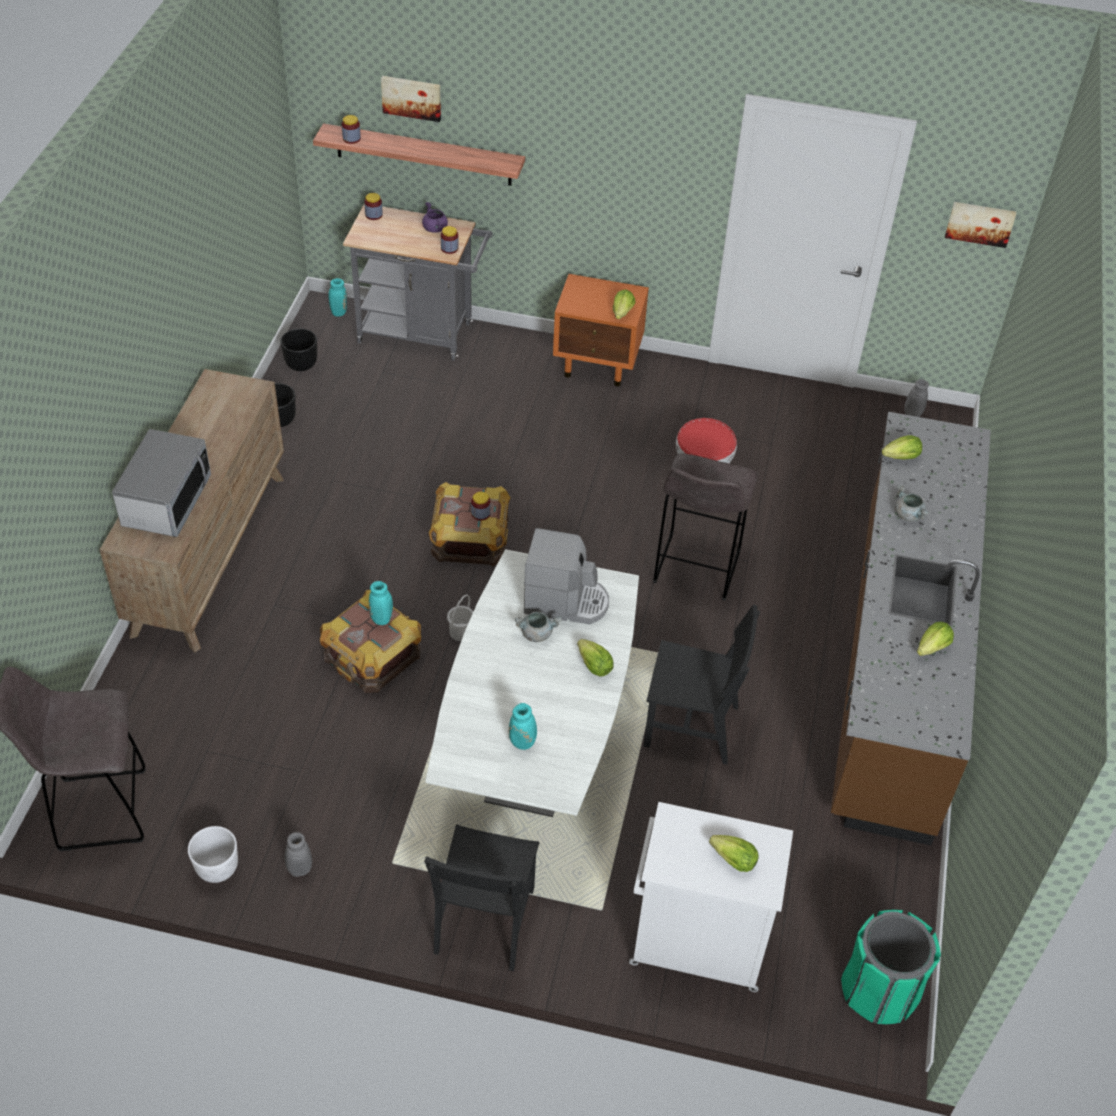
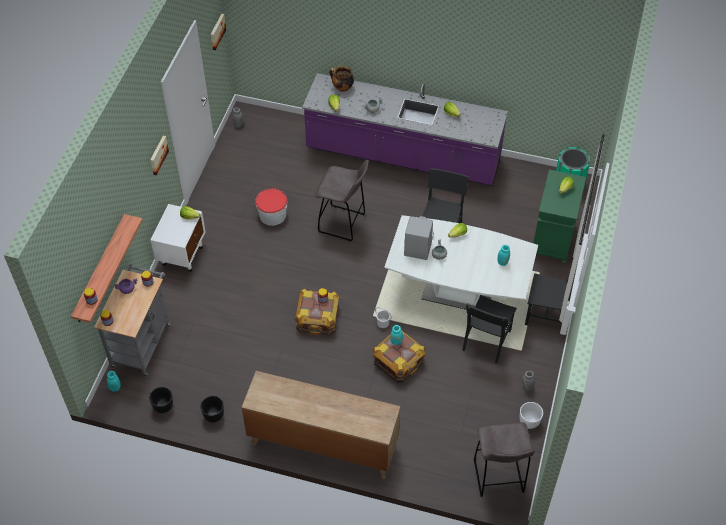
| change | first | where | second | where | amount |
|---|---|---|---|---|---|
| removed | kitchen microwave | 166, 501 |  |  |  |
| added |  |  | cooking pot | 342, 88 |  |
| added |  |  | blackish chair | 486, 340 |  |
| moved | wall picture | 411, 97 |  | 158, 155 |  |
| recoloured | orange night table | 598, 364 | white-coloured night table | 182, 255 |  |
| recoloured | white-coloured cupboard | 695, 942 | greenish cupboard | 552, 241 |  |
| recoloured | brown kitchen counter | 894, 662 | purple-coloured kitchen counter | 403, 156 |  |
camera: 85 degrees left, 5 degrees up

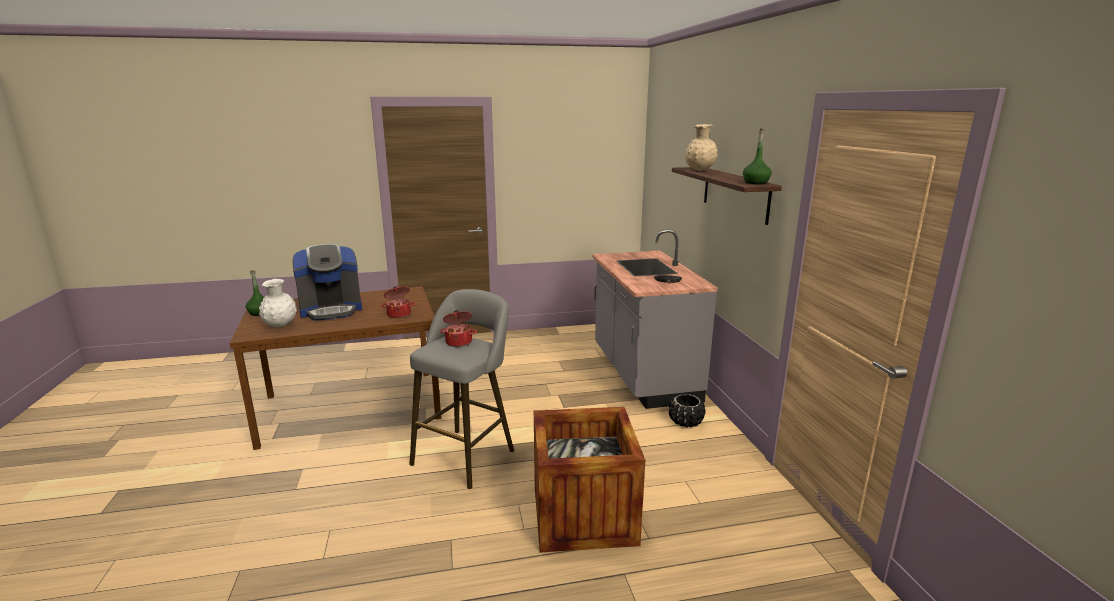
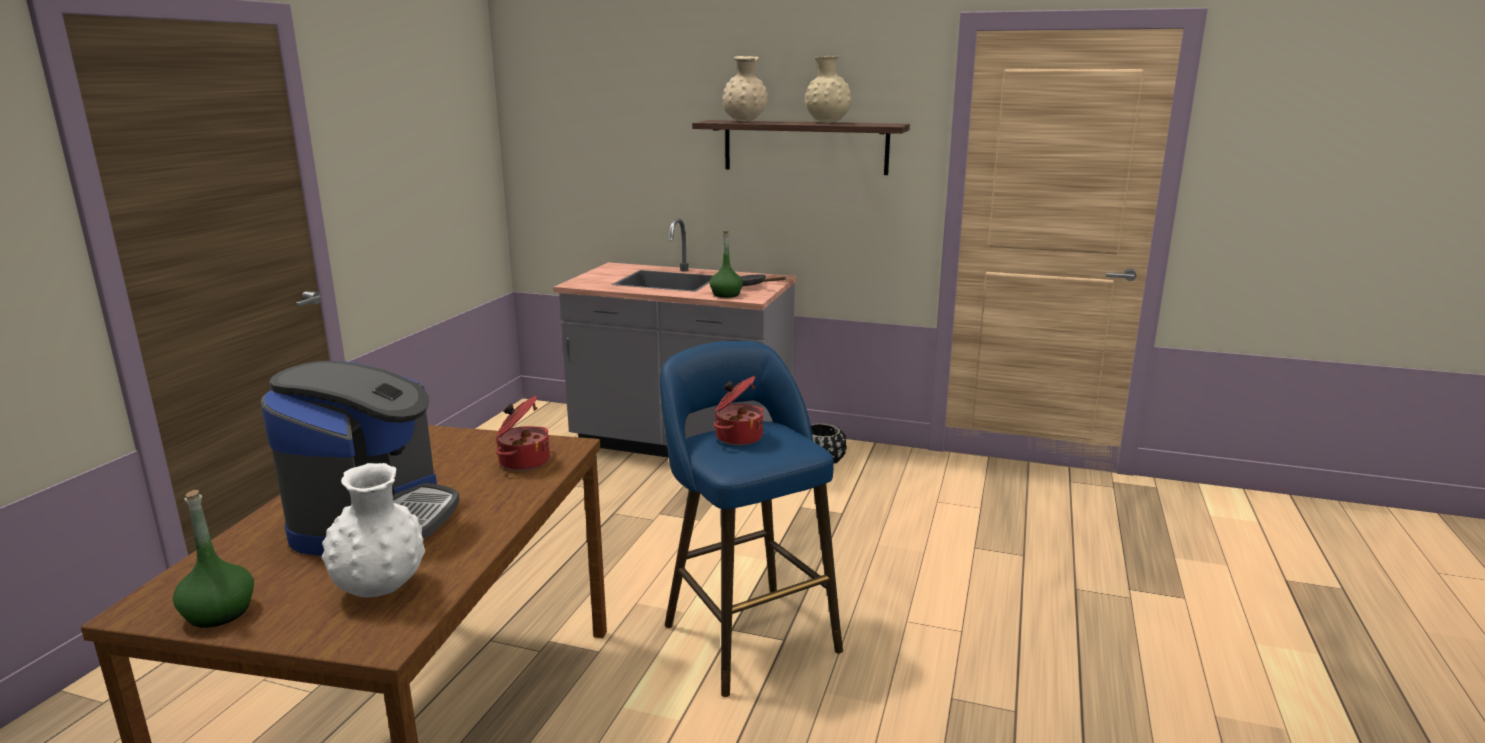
| change | first | where | second | where | amount |
|---|---|---|---|---|---|
| removed | shipping crate | 583, 514 |  |  |  |
| added |  |  | beige decorative vase | 827, 123 |  |
| moved | greenish drink bottle | 756, 183 |  | 726, 294 |  |
| recoloured | greyish sitting stool | 466, 454 | blue sitting stool | 745, 632 |  |
camera: 60 degrees left, 0 degrees up

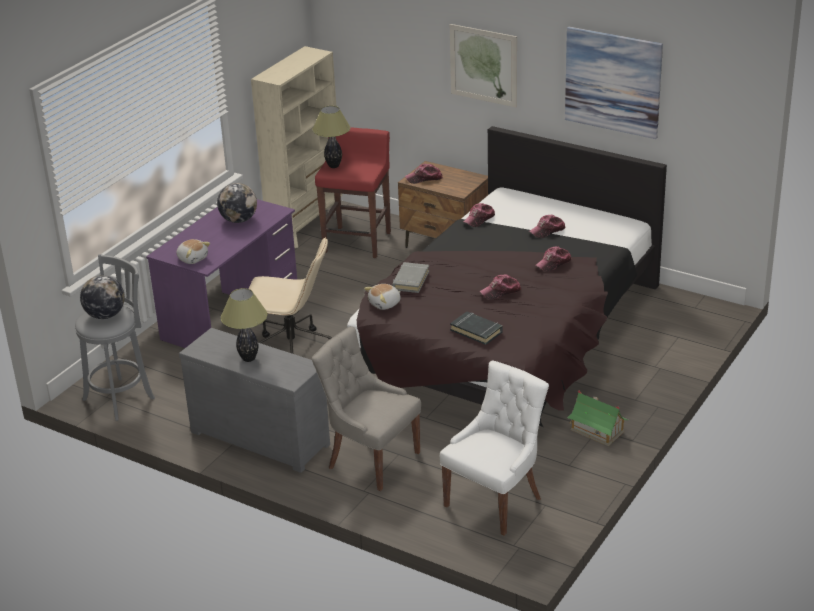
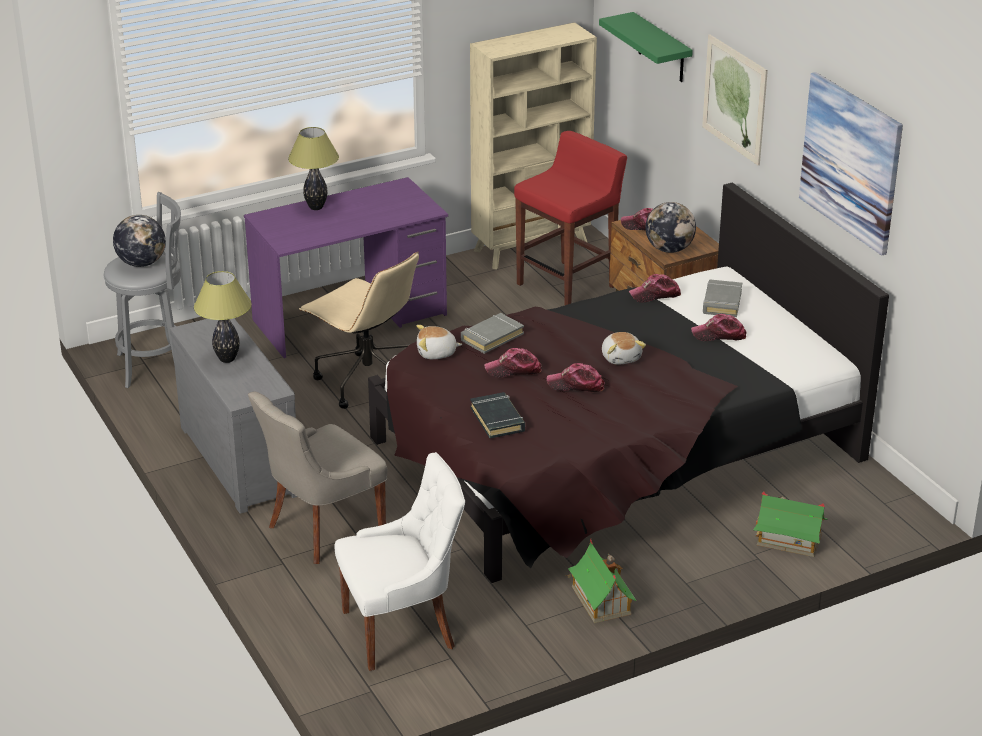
| change | first | where | second | where | amount |
|---|---|---|---|---|---|
| added |  |  | greenish wall shelf | 661, 48 |  |
| added |  |  | greyish book | 722, 302 |  |
| added |  |  | miniature house | 788, 539 |  |
| moved | cuddly toy | 192, 258 |  | 621, 357 |  |
| moved | world globe | 239, 220 |  | 669, 249 |  |
| moved | lamp for a table | 333, 166 |  | 316, 207 |  |
| moved | baseball cap | 553, 263 |  | 513, 370 |  |
| turned | greyish chair | 371, 460 |  | 323, 530 | 105 degrees counterclockwise |
camera: 30 degrees right, 0 degrees up

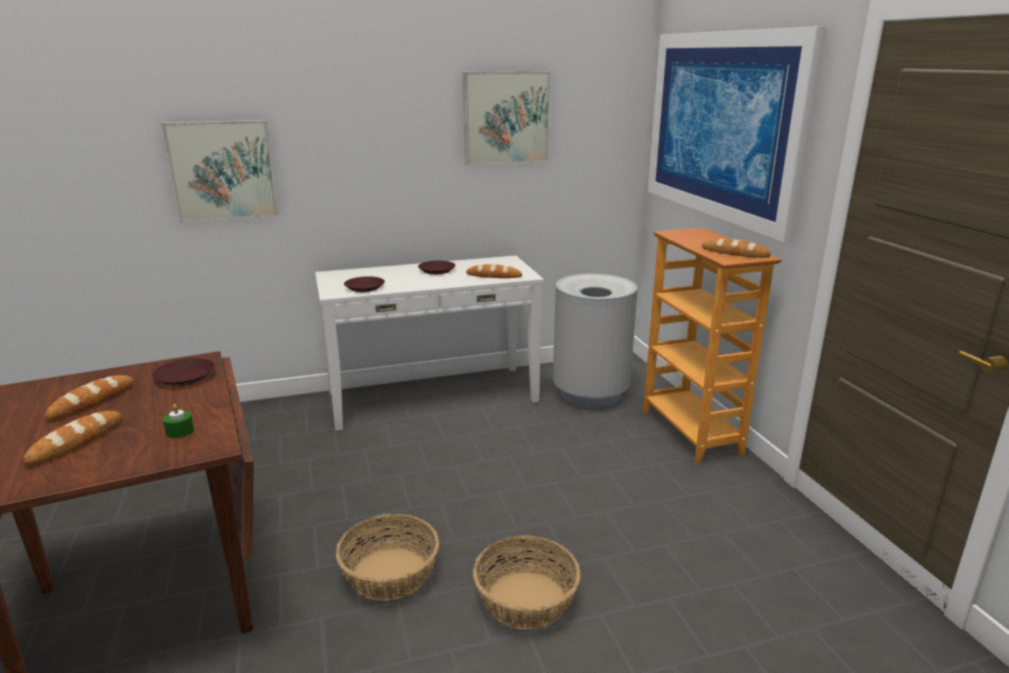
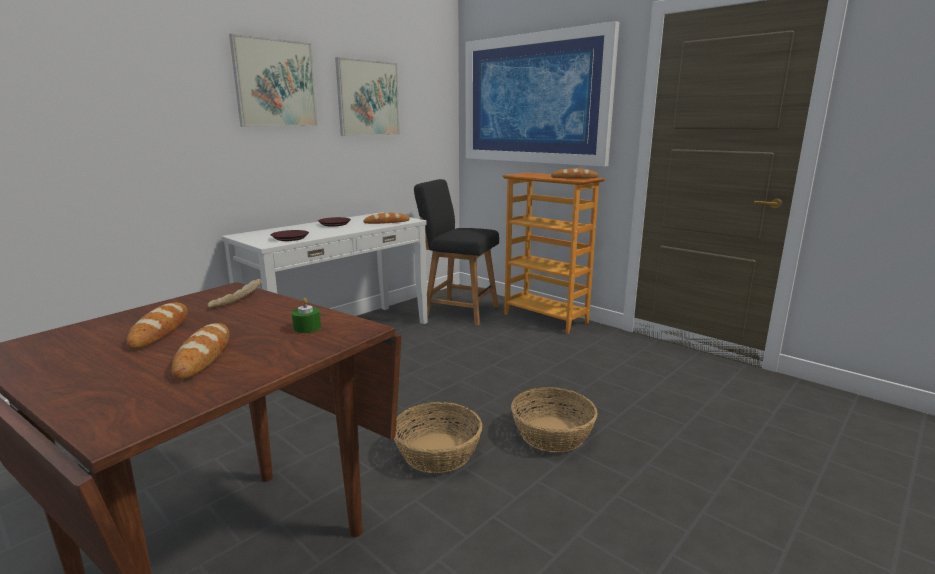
| change | first | where | second | where | amount |
|---|---|---|---|---|---|
| moved | wall picture | 222, 171 |  | 275, 83 |  |
| replaced | brown dinner plate | 185, 377 | bread | 236, 300 |  |
| replaced | greyish trash can | 590, 393 | blackish chair | 458, 311 |  |
camera: 30 degrees left, 5 degrees down

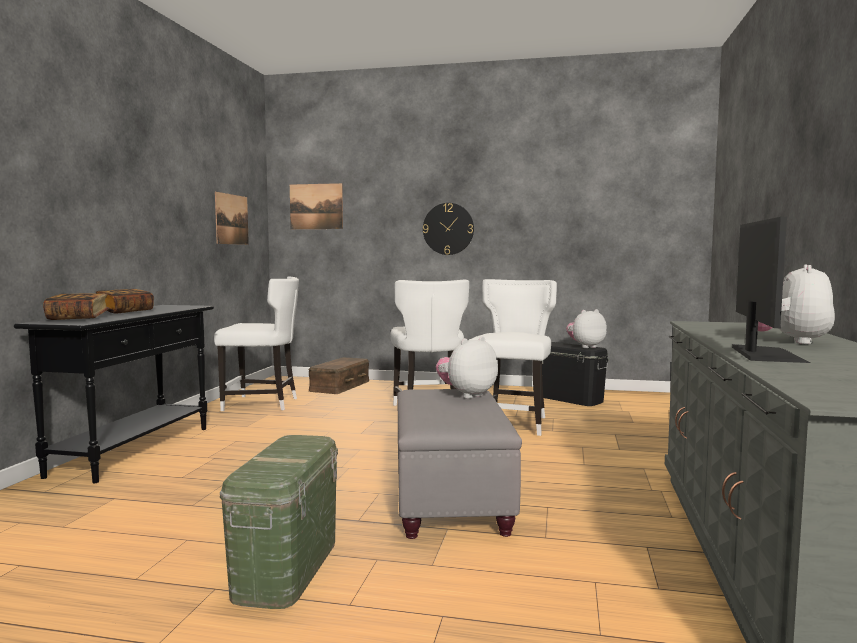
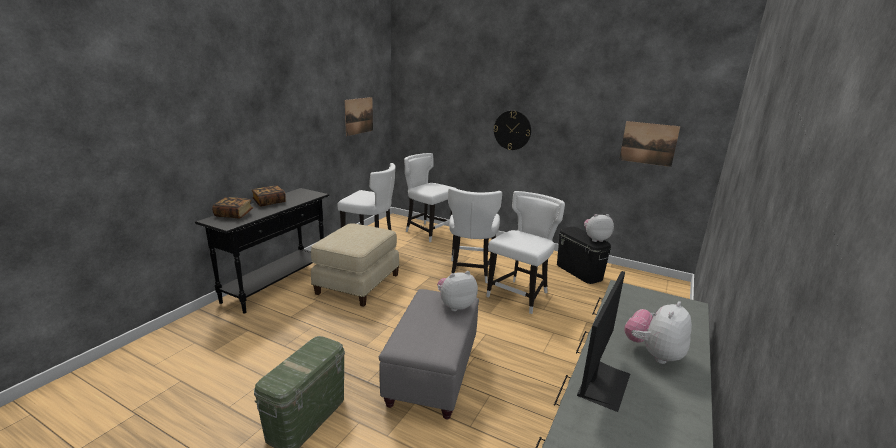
| change | first | where | second | where | amount |
|---|---|---|---|---|---|
| added |  |  | beige ottoman | 357, 283 |  |
| moved | wall picture | 316, 206 |  | 648, 143 |  |
| replaced | brown storage box | 339, 386 | white-coloured chair | 428, 232 |  |
camera: 15 degrees right, 15 degrees up

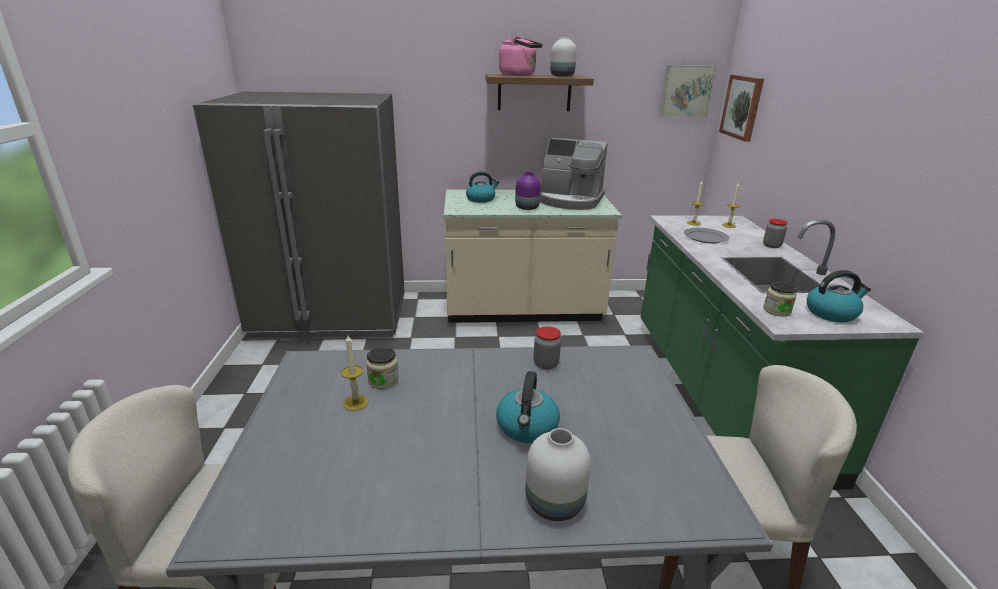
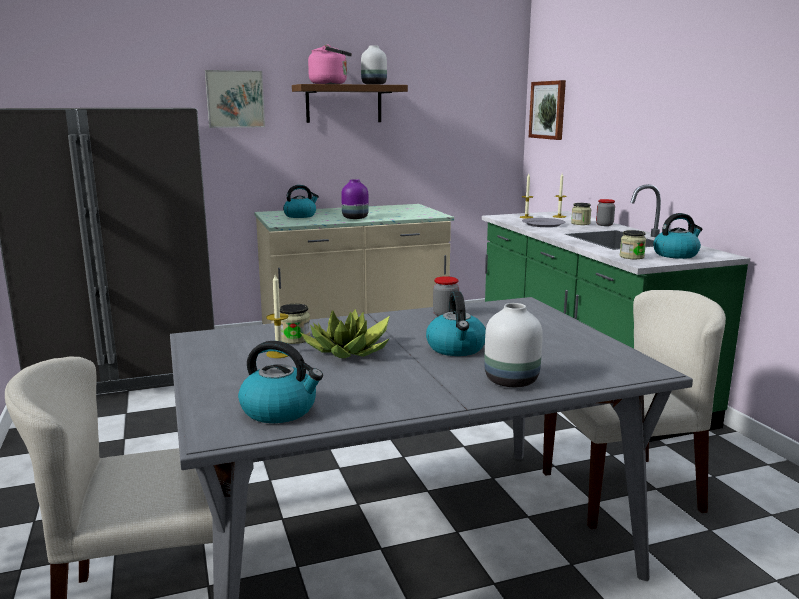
| change | first | where | second | where | amount |
|---|---|---|---|---|---|
| removed | coffee brewer | 569, 200 |  |  |  |
| added |  |  | tea kettle | 280, 410 |  |
| added |  |  | houseplant | 350, 352 |  |
| added |  |  | jar | 580, 223 |  |
| moved | wall picture | 685, 91 |  | 235, 99 |  |
camera: 15 degrees left, 10 degrees down

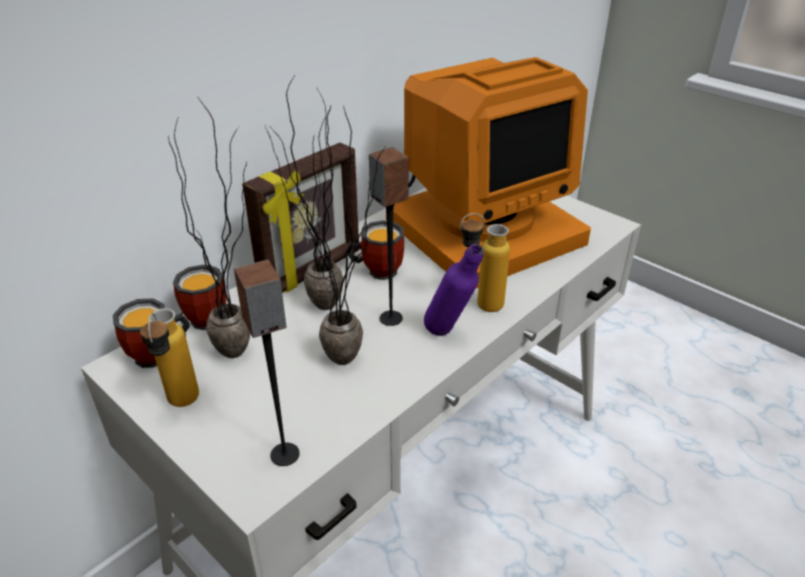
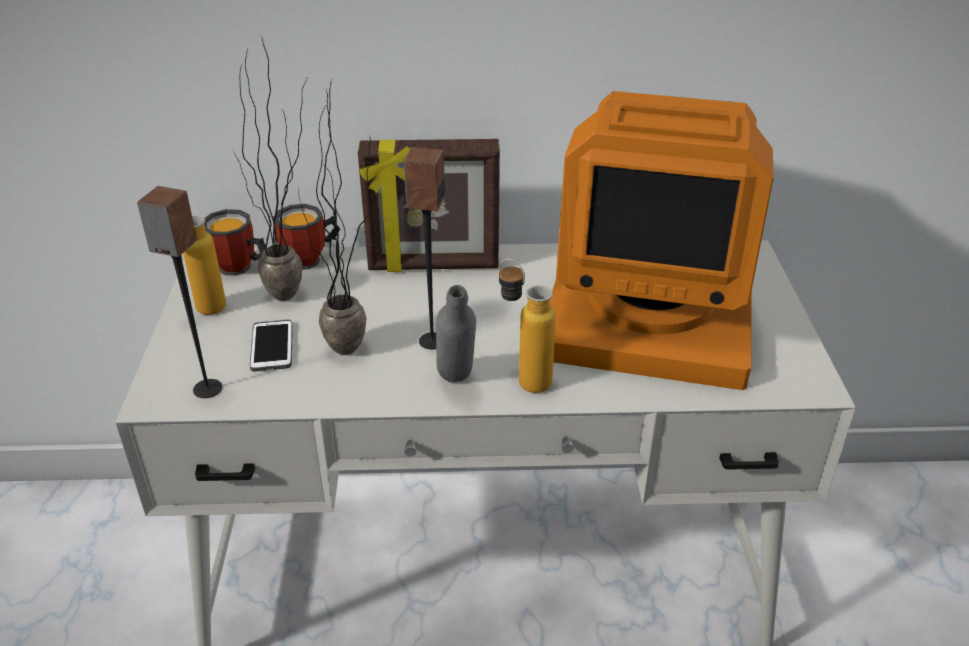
| change | first | where | second | where | amount |
|---|---|---|---|---|---|
| removed | houseplant | 314, 309 |  |  |  |
| removed | mug | 377, 270 |  |  |  |
| added |  |  | phone | 272, 346 |  |
| recoloured | purple-coloured drink bottle | 450, 335 | greyish drink bottle | 456, 385 |  |
camera: 45 degrees right, 0 degrees up

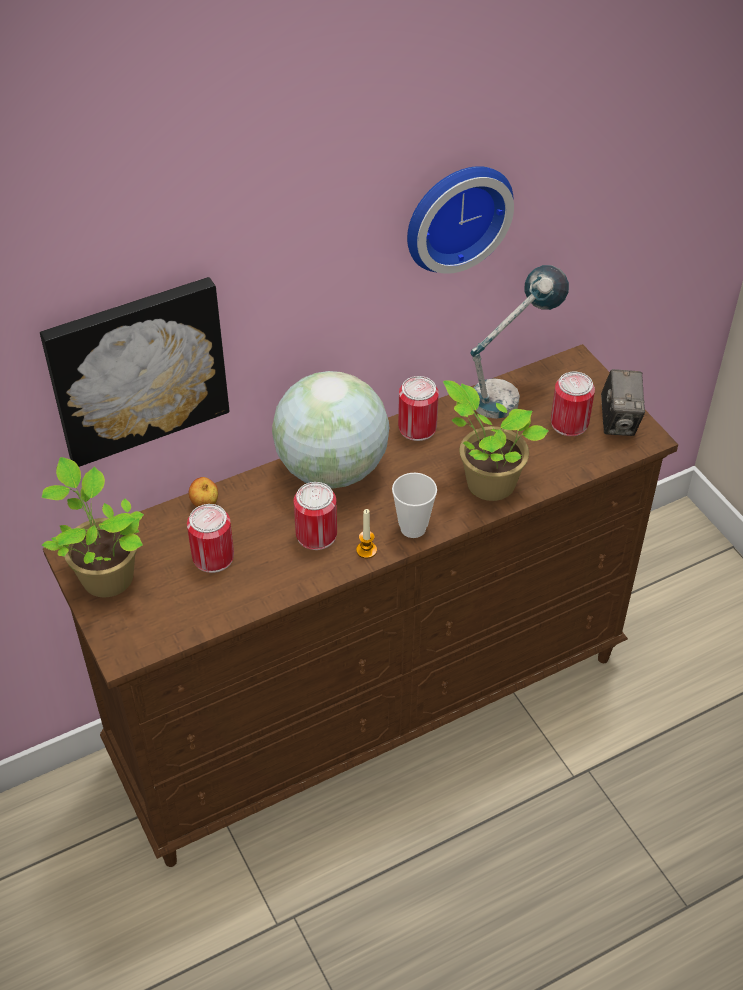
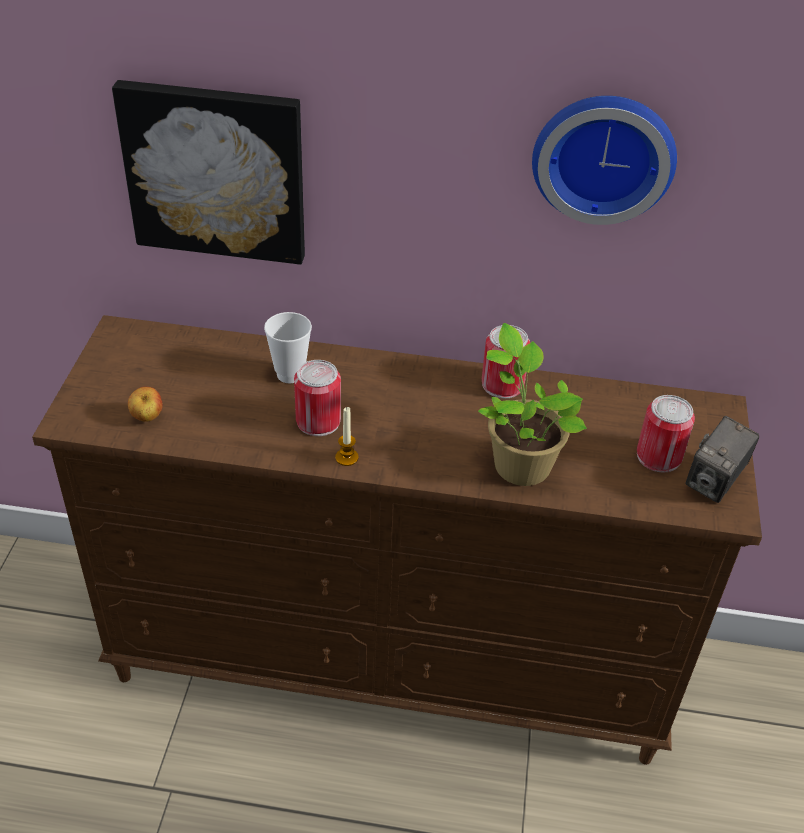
| change | first | where | second | where | amount |
|---|---|---|---|---|---|
| removed | houseplant | 105, 575 |  |  |  |
| removed | can | 213, 557 |  |  |  |
| removed | world globe | 332, 469 |  |  |  |
| removed | lamp for a table | 510, 391 |  |  |  |
| moved | apple fruit | 205, 504 |  | 147, 418 |  |
| moved | drinking cup | 413, 528 |  | 290, 374 |  |
camera: 35 degrees right, 5 degrees down

